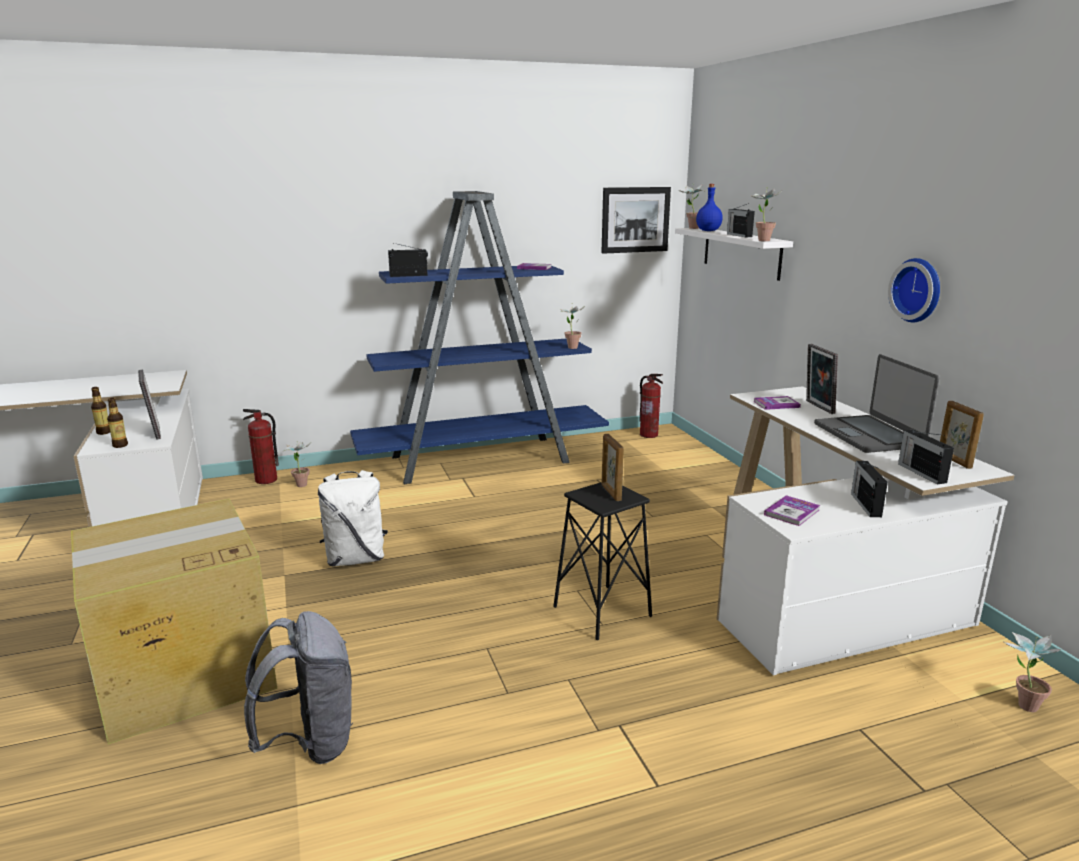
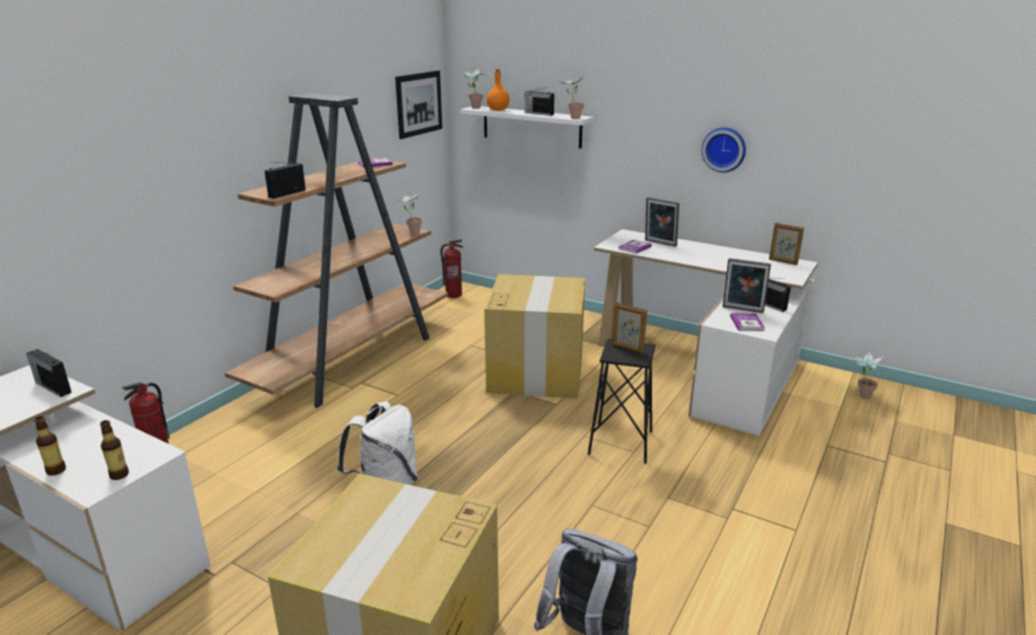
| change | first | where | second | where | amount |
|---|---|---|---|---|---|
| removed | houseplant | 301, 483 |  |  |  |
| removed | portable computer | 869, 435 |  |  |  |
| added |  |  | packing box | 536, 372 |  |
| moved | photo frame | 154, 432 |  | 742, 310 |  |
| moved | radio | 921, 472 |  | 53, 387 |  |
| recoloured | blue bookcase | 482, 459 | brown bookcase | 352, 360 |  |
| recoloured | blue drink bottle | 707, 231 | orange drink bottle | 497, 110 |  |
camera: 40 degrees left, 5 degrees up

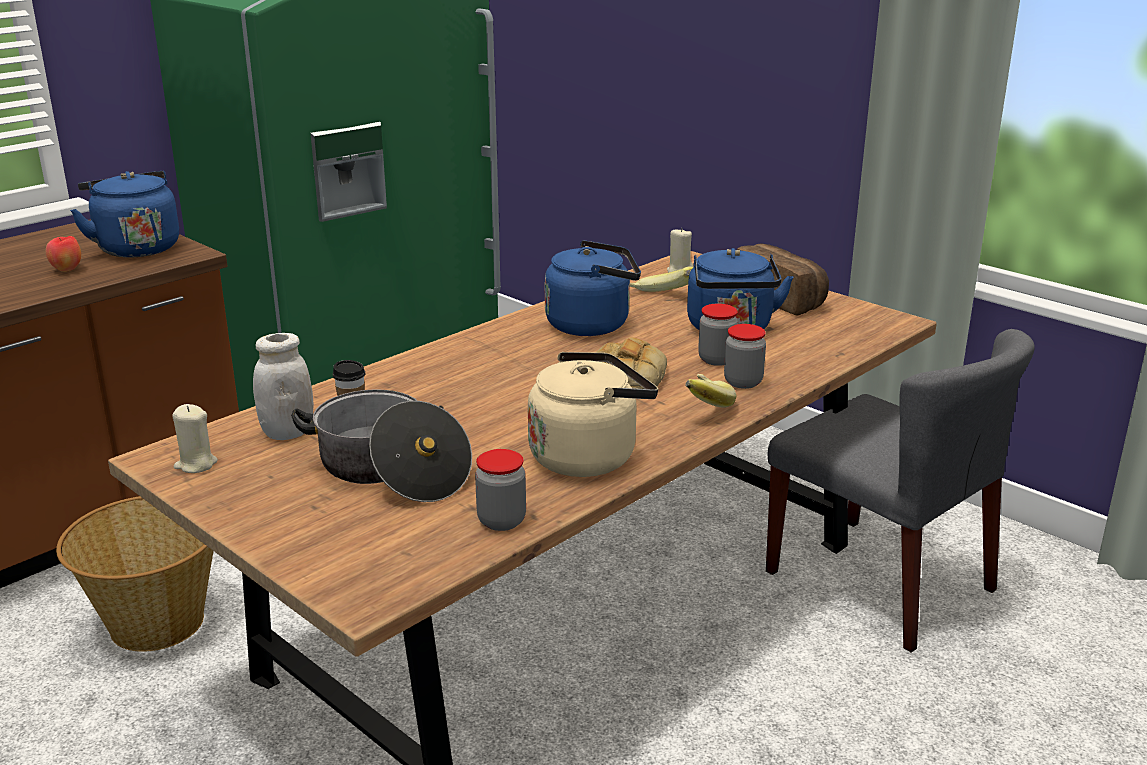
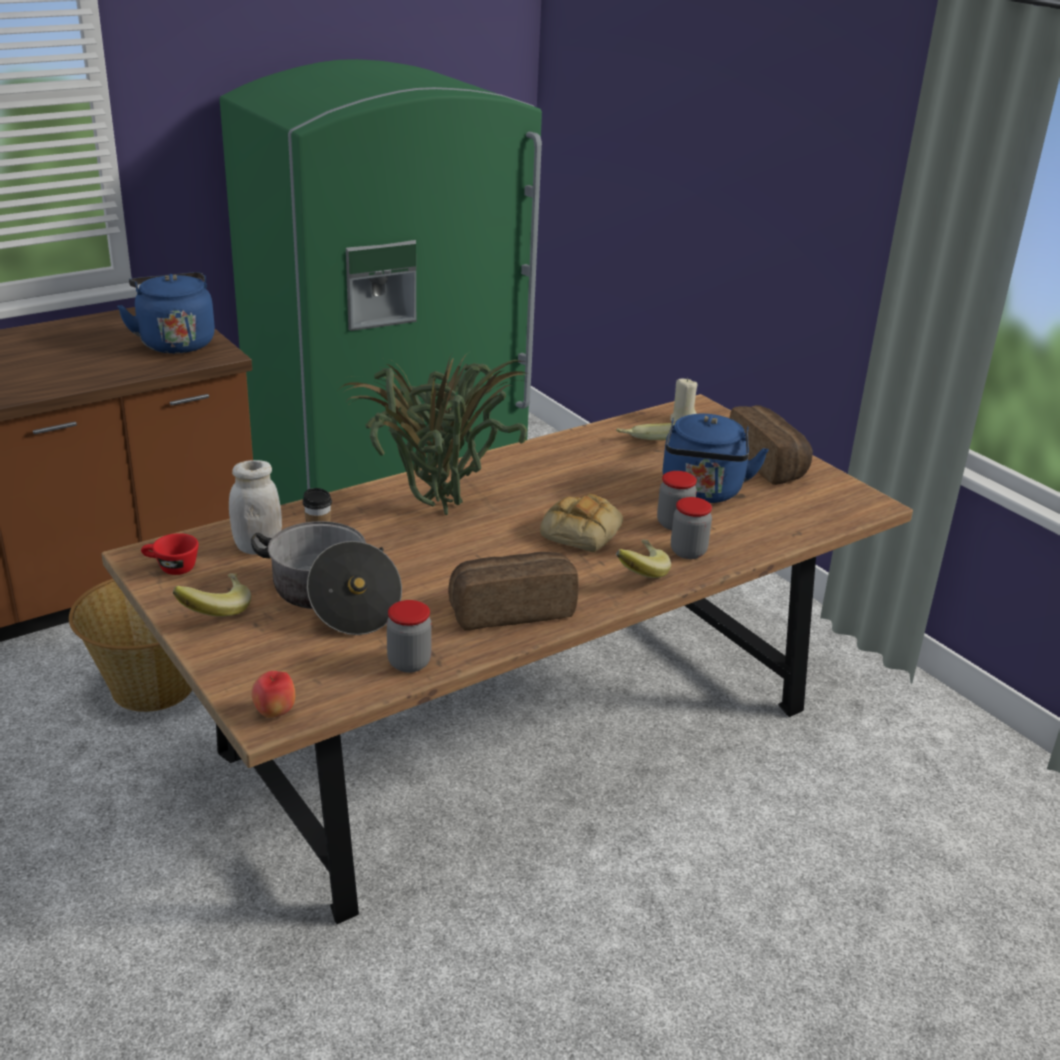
| change | first | where | second | where | amount |
|---|---|---|---|---|---|
| removed | blue tea kettle | 593, 324 |  |  |  |
| removed | greyish chair | 881, 581 |  |  |  |
| added |  |  | banana | 214, 609 |  |
| added |  |  | houseplant | 436, 511 |  |
| moved | apple fruit | 66, 270 |  | 274, 713 |  |
| replaced | beige wax candle | 196, 464 | reddish drinking cup | 171, 568 |  |
| replaced | beige tea kettle | 588, 456 | bread | 511, 609 |  |
camera: 10 degrees right, 5 degrees up

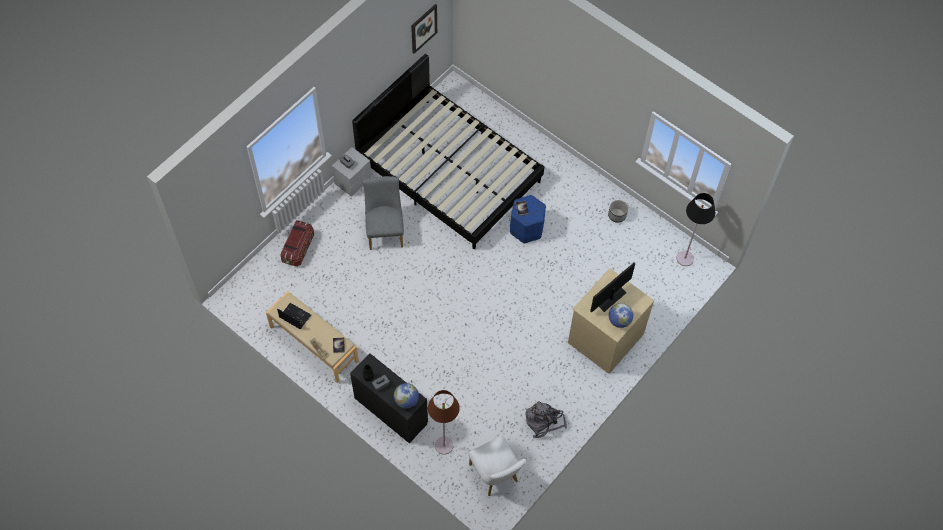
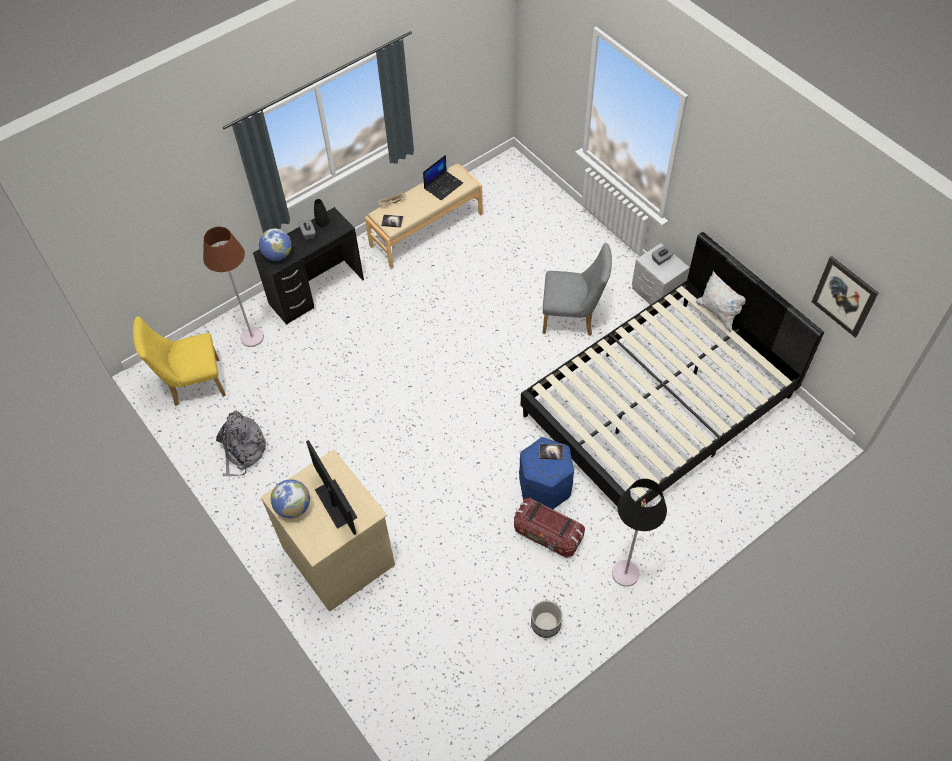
| change | first | where | second | where | amount |
|---|---|---|---|---|---|
| added |  |  | white-coloured pillow | 718, 313 |  |
| moved | storage box | 298, 248 |  | 547, 534 |  |
| moved | blackish standard lamp | 685, 258 |  | 625, 573 |  |
| recoloured | white-coloured chair | 496, 476 | yellowish chair | 192, 384 |  |
camera: 105 degrees right, 5 degrees down

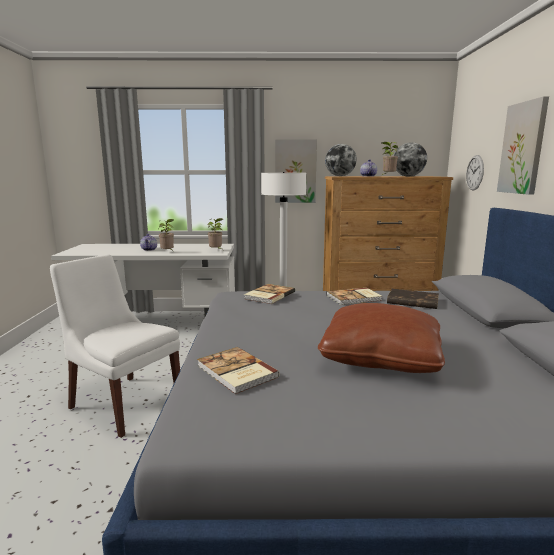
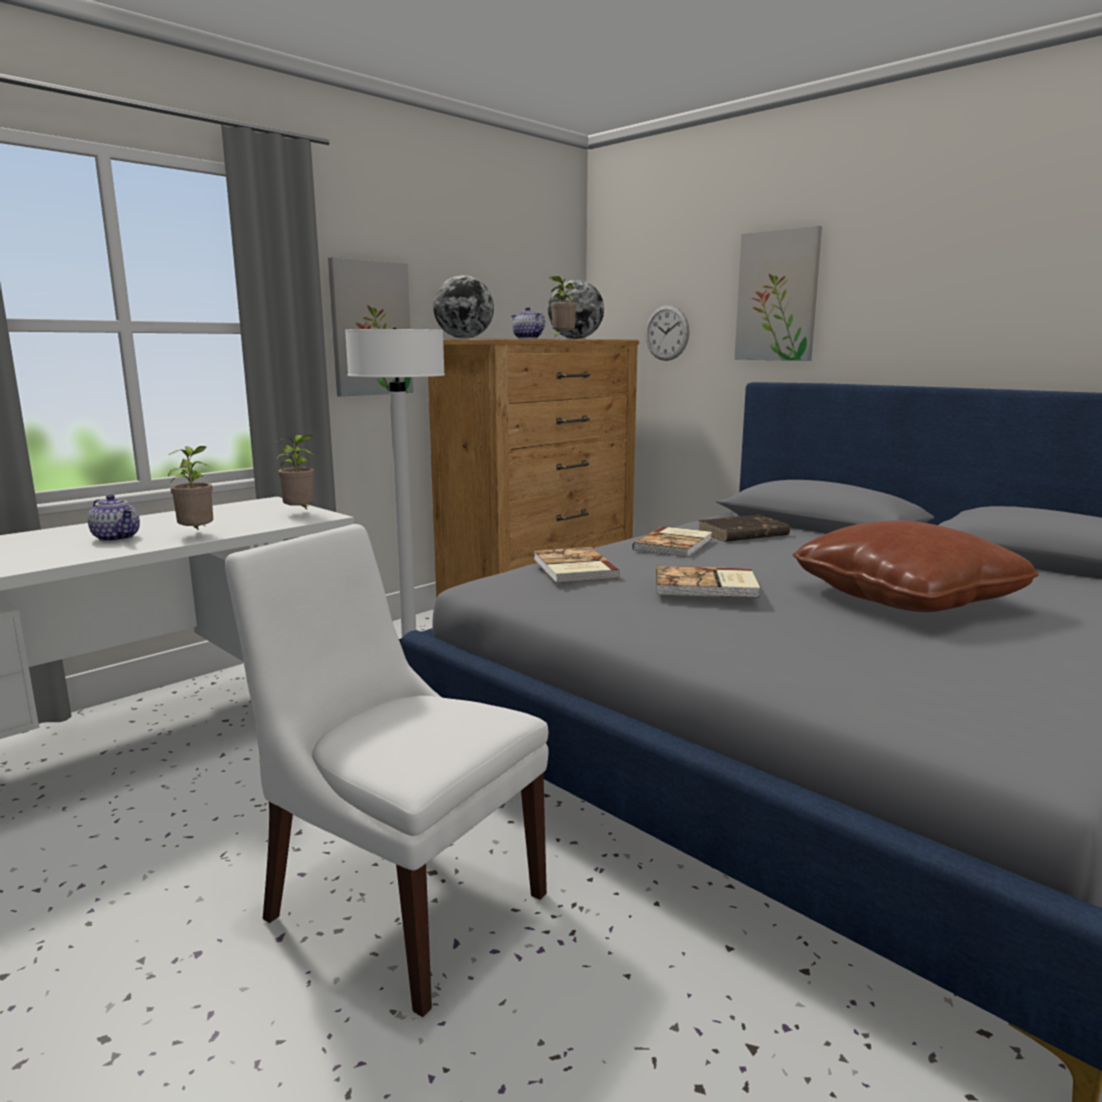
| change | first | where | second | where | amount |
|---|---|---|---|---|---|
| moved | book | 236, 372 |  | 706, 586 |  |
| turned | white-coloured chair | 123, 403 |  | 400, 902 | 45 degrees clockwise |
camera: 45 degrees left, 0 degrees up

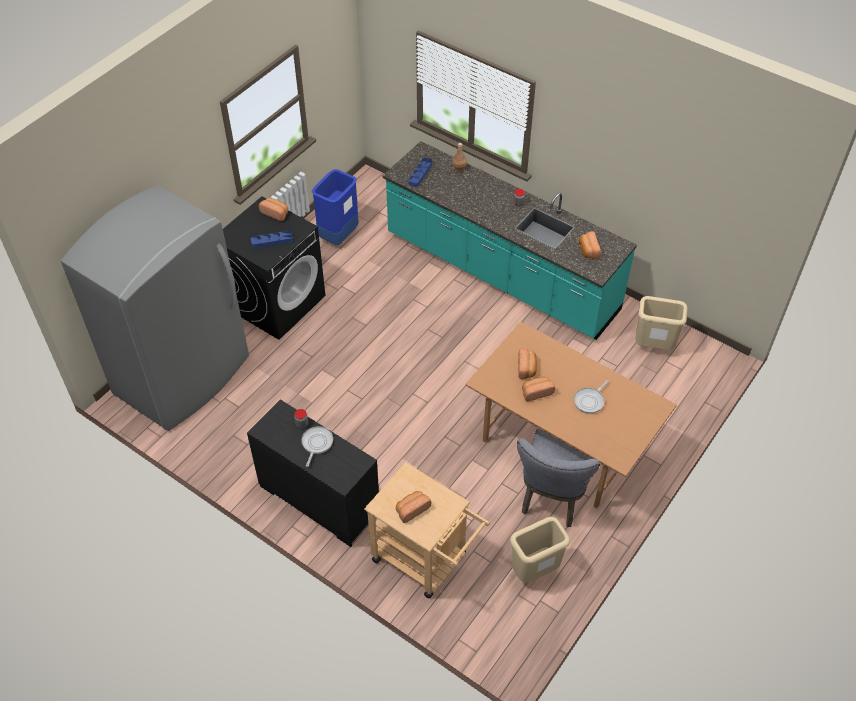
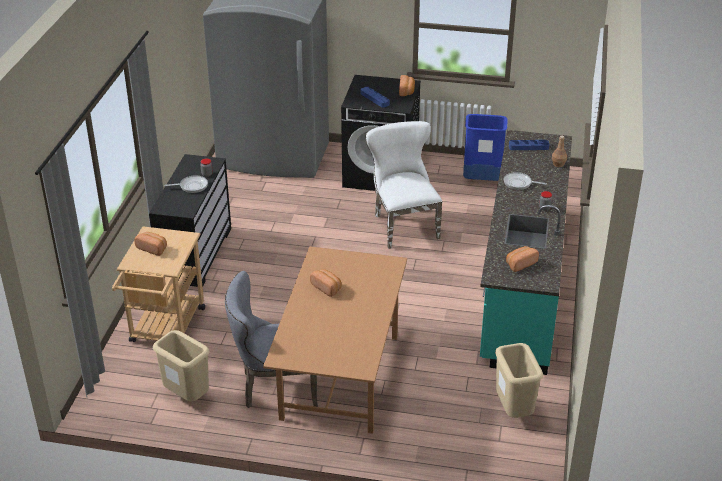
| change | first | where | second | where | amount |
|---|---|---|---|---|---|
| removed | bread | 527, 368 |  |  |  |
| added |  |  | white-coloured chair | 402, 224 |  |
| moved | pan | 590, 401 |  | 519, 183 |  |
camera: 65 degrees right, 15 degrees down

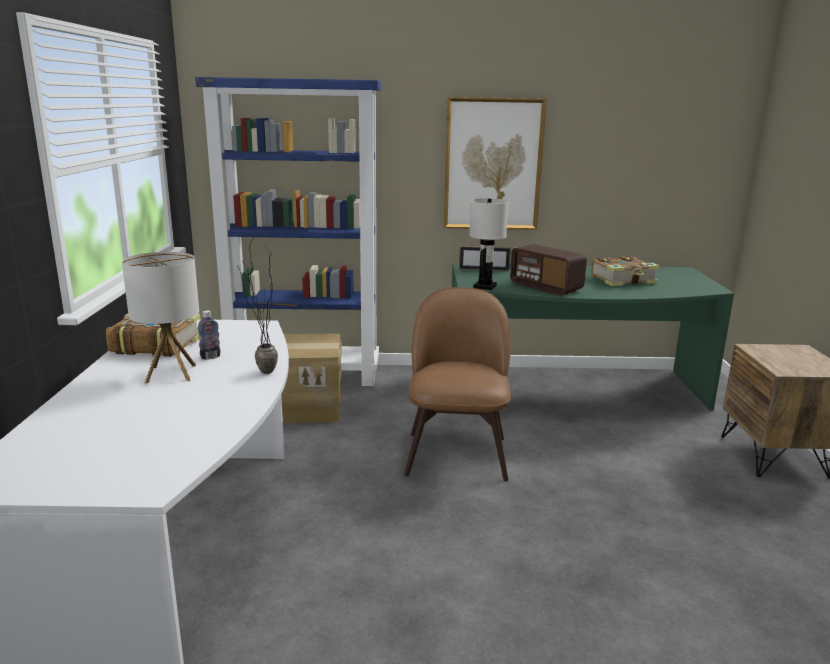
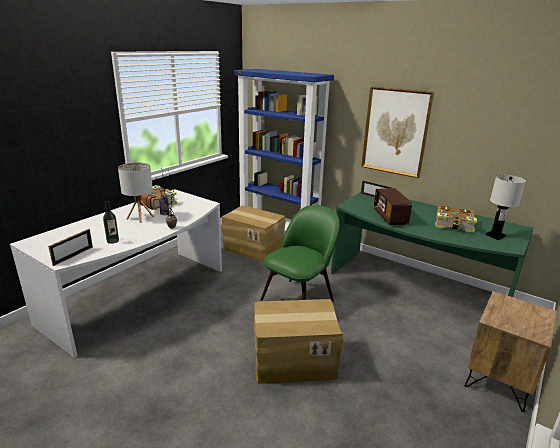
| change | first | where | second | where | amount |
|---|---|---|---|---|---|
| added |  |  | photo frame | 73, 256 |  |
| added |  |  | drink bottle | 113, 241 |  |
| added |  |  | packing box | 294, 360 |  |
| moved | white-coloured lamp for a table | 484, 286 |  | 495, 235 |  |
| recoloured | brown chair | 456, 453 | greenish chair | 299, 298 |  |
camera: 35 degrees right, 5 degrees up

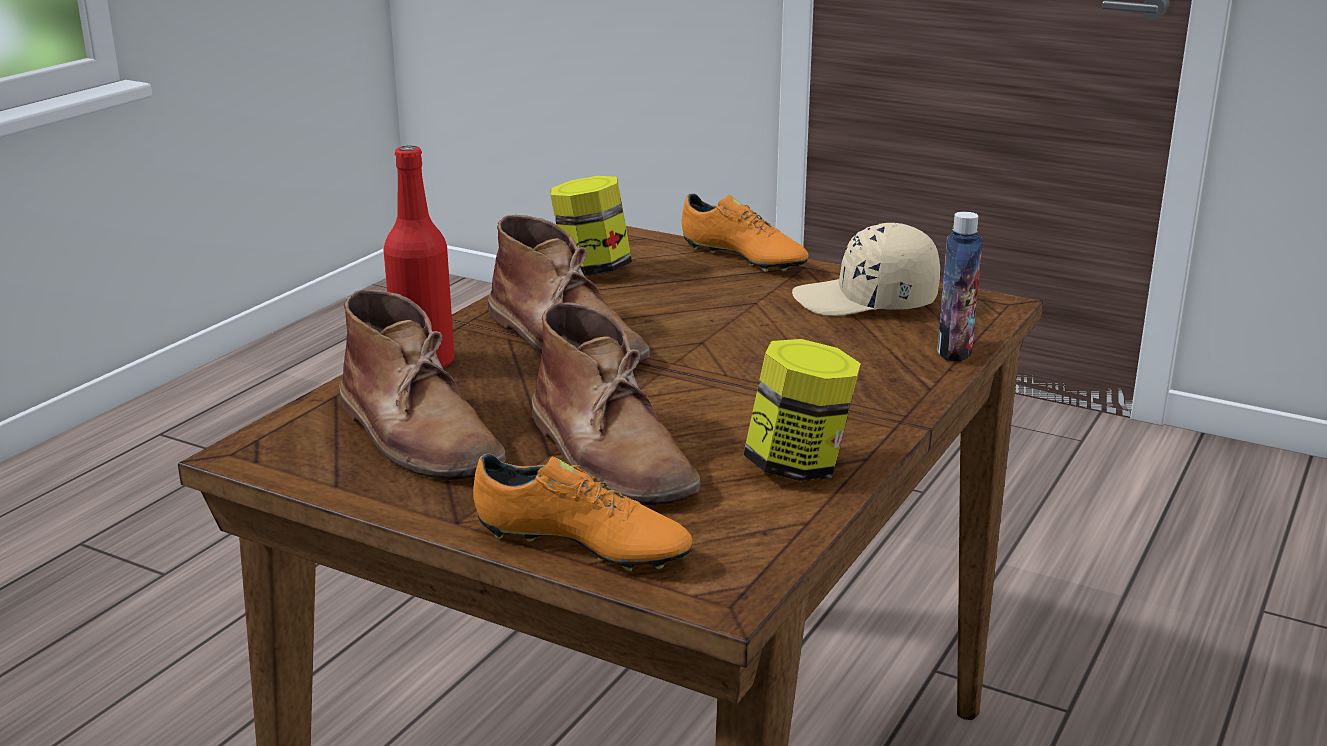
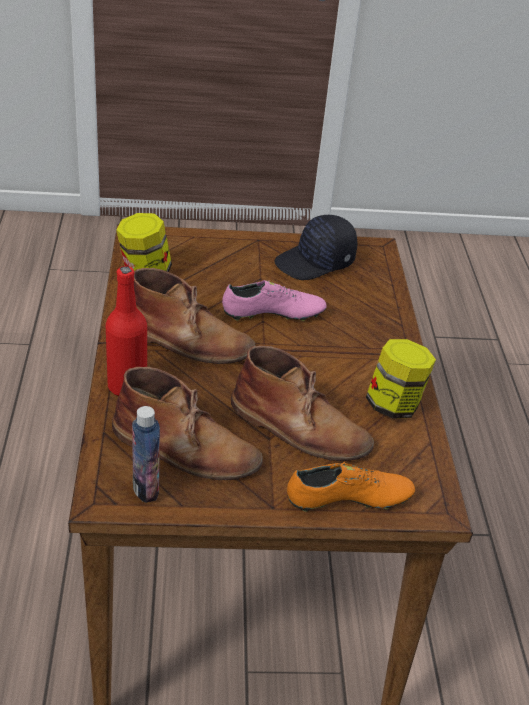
| change | first | where | second | where | amount |
|---|---|---|---|---|---|
| removed | orange item of footwear | 743, 258 |  |  |  |
| added |  |  | pinkish item of footwear | 273, 315 |  |
| moved | drink bottle | 954, 351 |  | 145, 488 |  |
| recoloured | beige baseball cap | 866, 301 | blackish baseball cap | 315, 262 |  |
camera: 35 degrees left, 15 degrees up

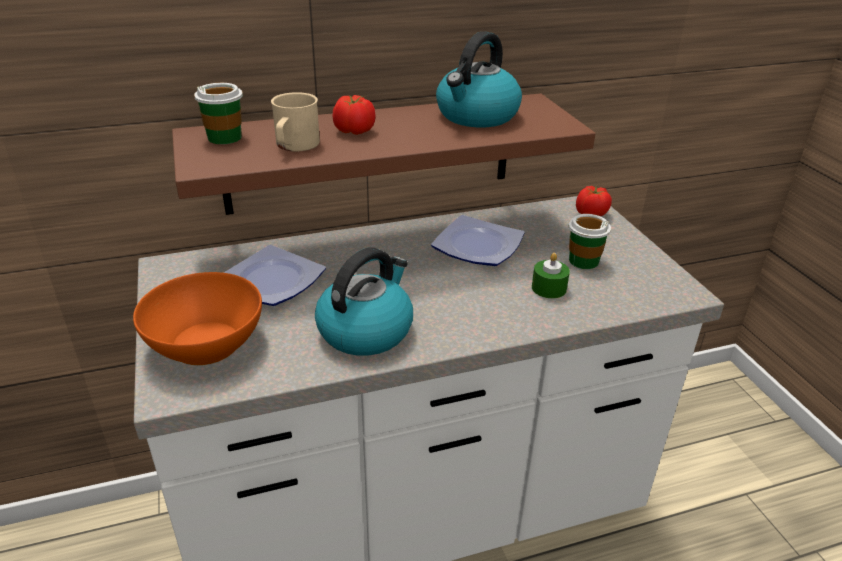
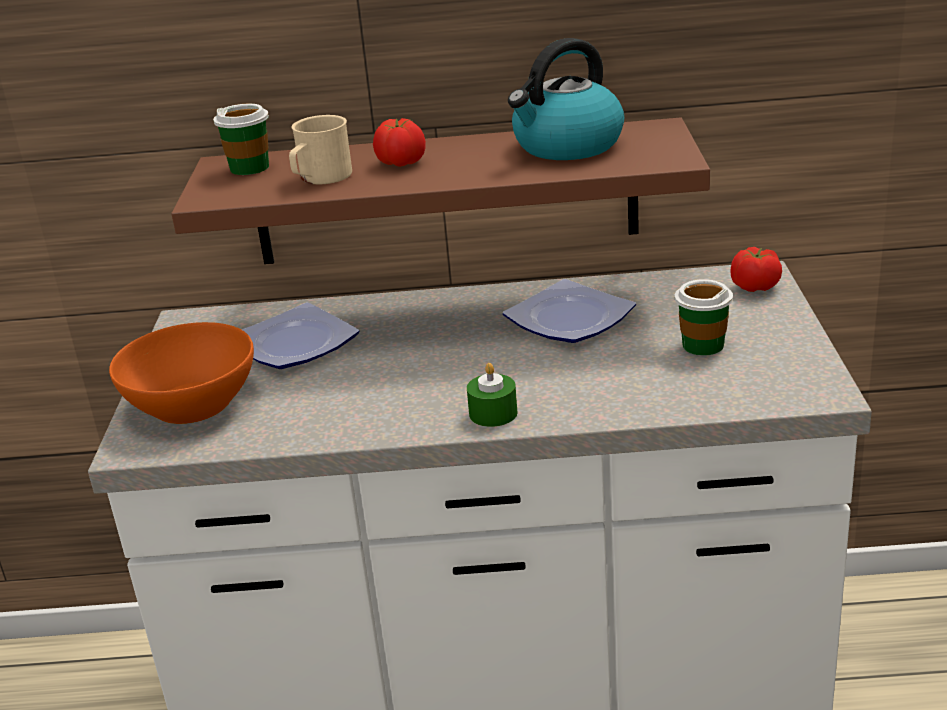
| change | first | where | second | where | amount |
|---|---|---|---|---|---|
| removed | tea kettle | 366, 330 |  |  |  |
| moved | greenish wax candle | 549, 288 |  | 493, 413 |  |
camera: 20 degrees right, 5 degrees down

